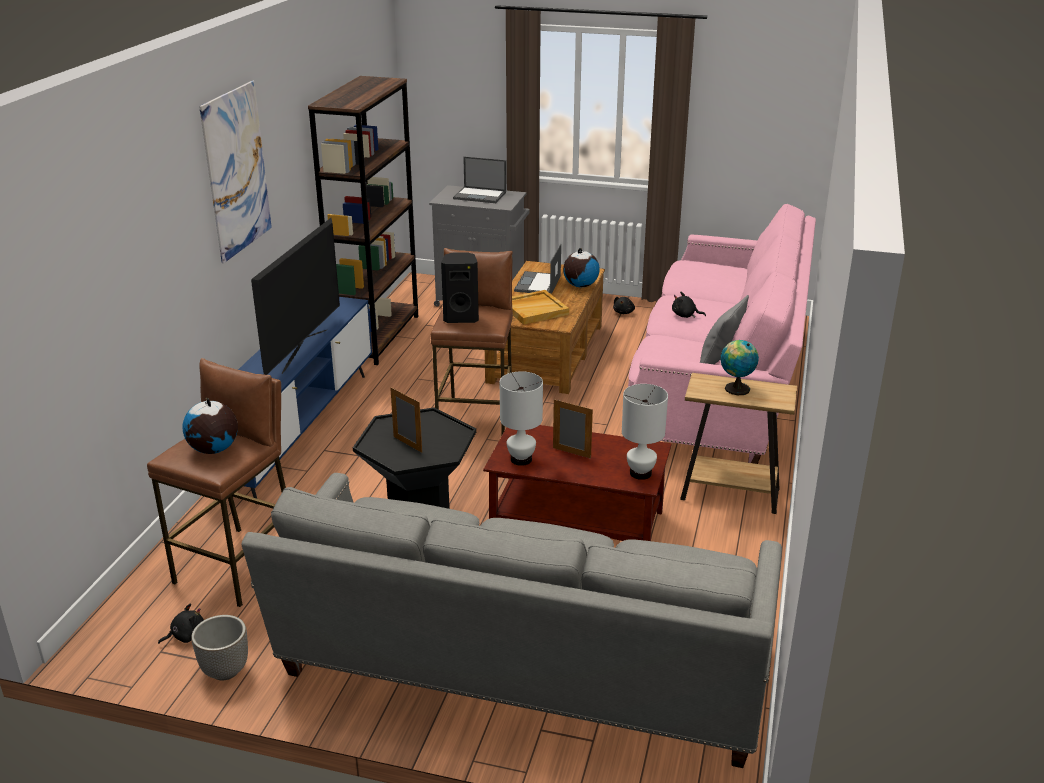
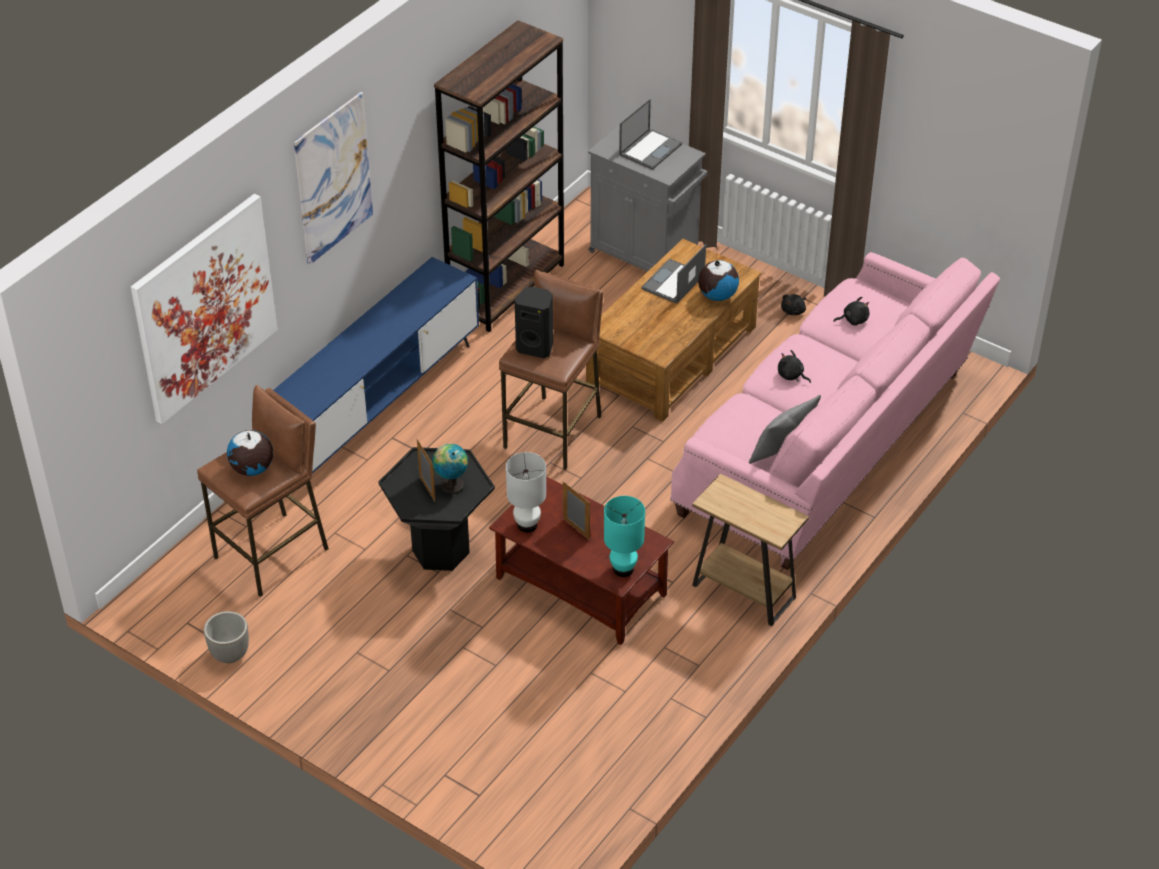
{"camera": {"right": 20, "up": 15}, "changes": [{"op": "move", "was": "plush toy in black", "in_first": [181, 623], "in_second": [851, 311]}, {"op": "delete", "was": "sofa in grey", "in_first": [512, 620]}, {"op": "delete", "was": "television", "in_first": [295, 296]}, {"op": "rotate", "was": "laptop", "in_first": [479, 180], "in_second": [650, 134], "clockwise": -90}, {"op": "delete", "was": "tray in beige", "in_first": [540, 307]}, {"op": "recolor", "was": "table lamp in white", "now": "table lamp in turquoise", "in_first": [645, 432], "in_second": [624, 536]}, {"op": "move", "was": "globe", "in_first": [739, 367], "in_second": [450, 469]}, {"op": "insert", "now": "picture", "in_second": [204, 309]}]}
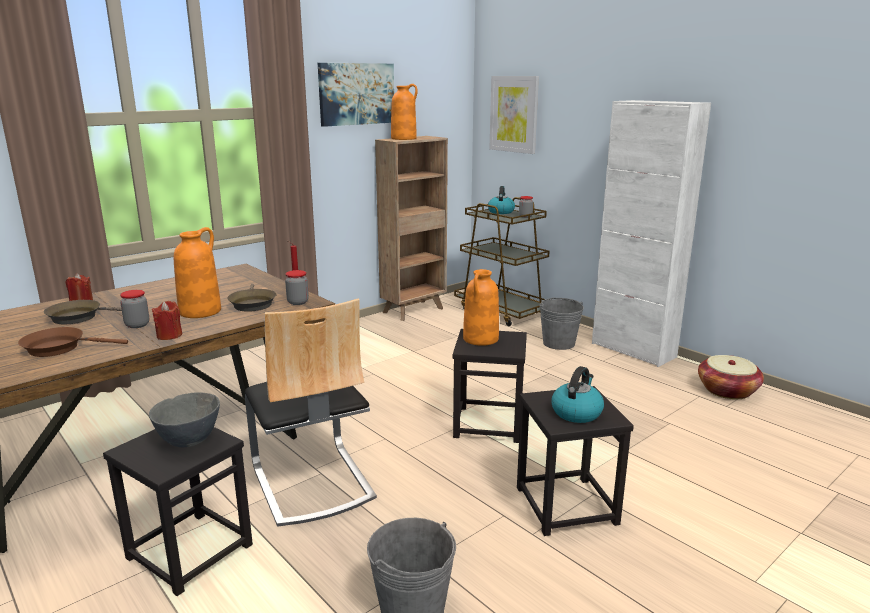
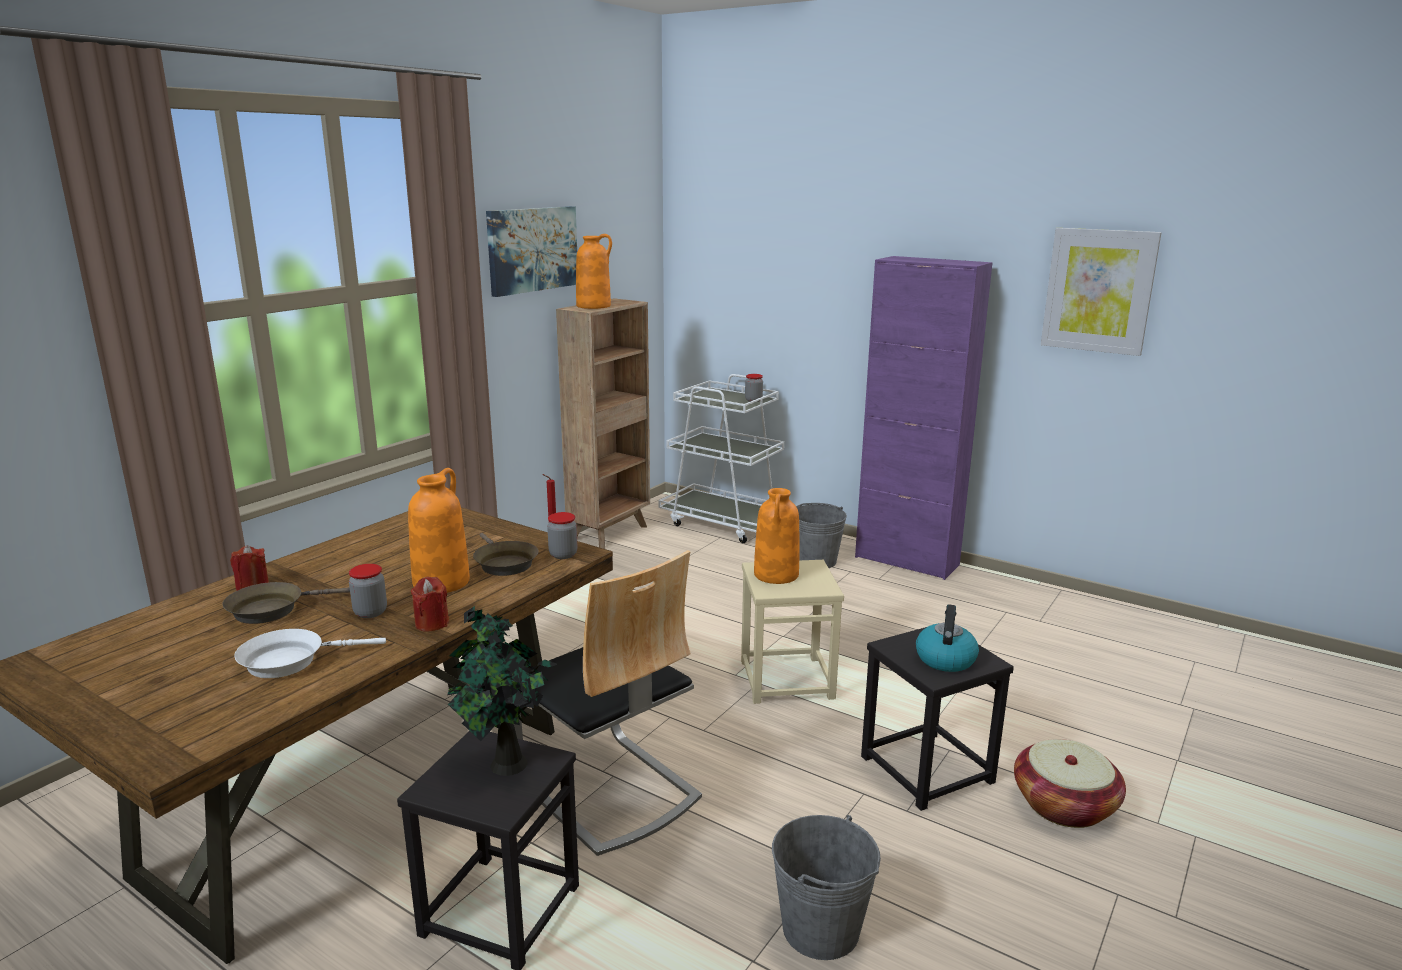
{"camera": {"right": -15, "up": 0}, "changes": [{"op": "recolor", "was": "frying pan in brown", "now": "frying pan in white", "in_first": [73, 342], "in_second": [310, 653]}, {"op": "replace", "was": "bowl in grey", "now": "potted plant", "in_first": [184, 419], "in_second": [502, 691]}, {"op": "recolor", "was": "stool in black", "now": "stool in beige", "in_first": [490, 386], "in_second": [792, 632]}, {"op": "recolor", "was": "cart in brown", "now": "cart in white", "in_first": [501, 261], "in_second": [721, 458]}, {"op": "delete", "was": "kettle", "in_first": [501, 200]}, {"op": "move", "was": "picture", "in_first": [514, 115], "in_second": [1101, 292]}, {"op": "recolor", "was": "cabinet in white", "now": "cabinet in purple", "in_first": [651, 233], "in_second": [924, 418]}, {"op": "move", "was": "basket", "in_first": [731, 377], "in_second": [1070, 783]}]}
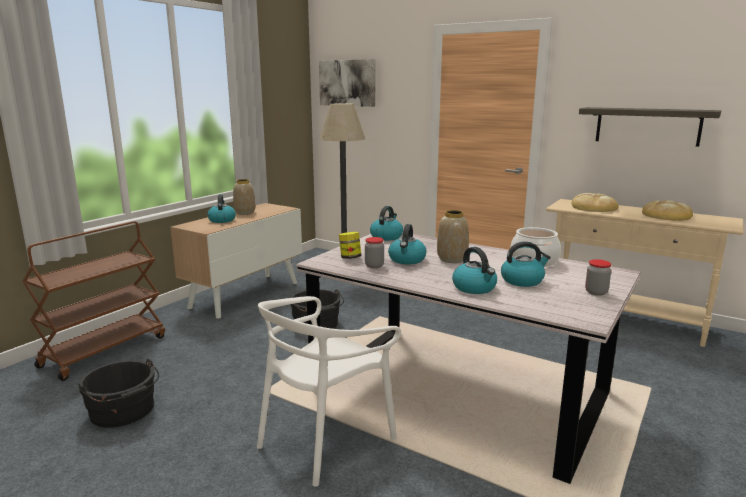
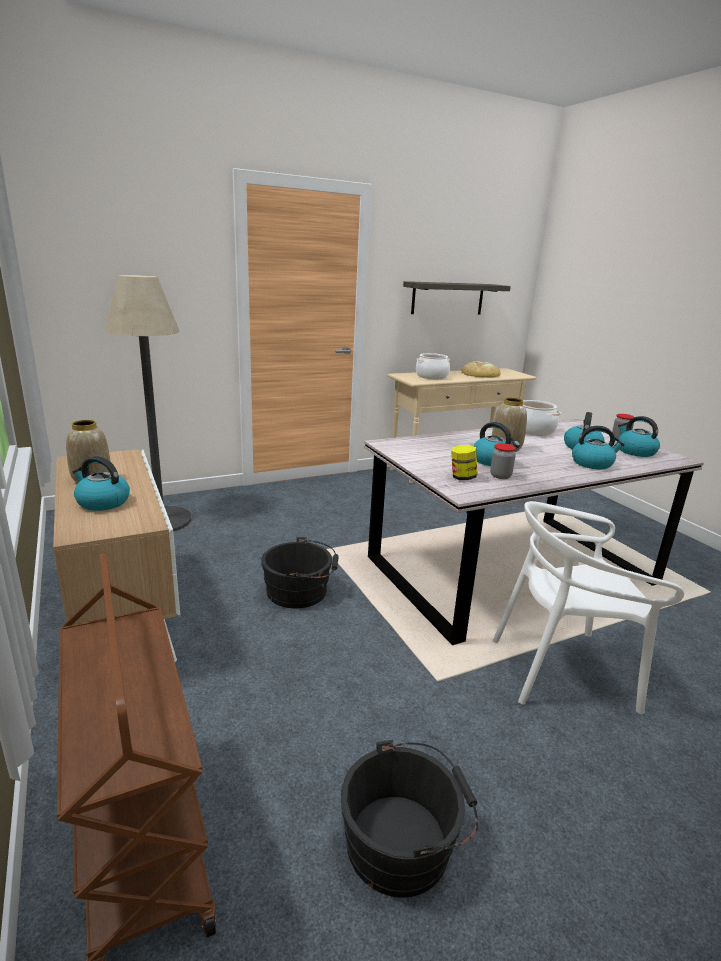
{"camera": {"right": -60, "up": 5}, "changes": [{"op": "rotate", "was": "chair in white", "in_first": [329, 391], "in_second": [588, 607], "clockwise": 105}, {"op": "delete", "was": "picture", "in_first": [347, 83]}, {"op": "move", "was": "kettle", "in_first": [386, 223], "in_second": [639, 436]}, {"op": "replace", "was": "bread", "now": "cooking pot", "in_first": [595, 202], "in_second": [433, 366]}]}
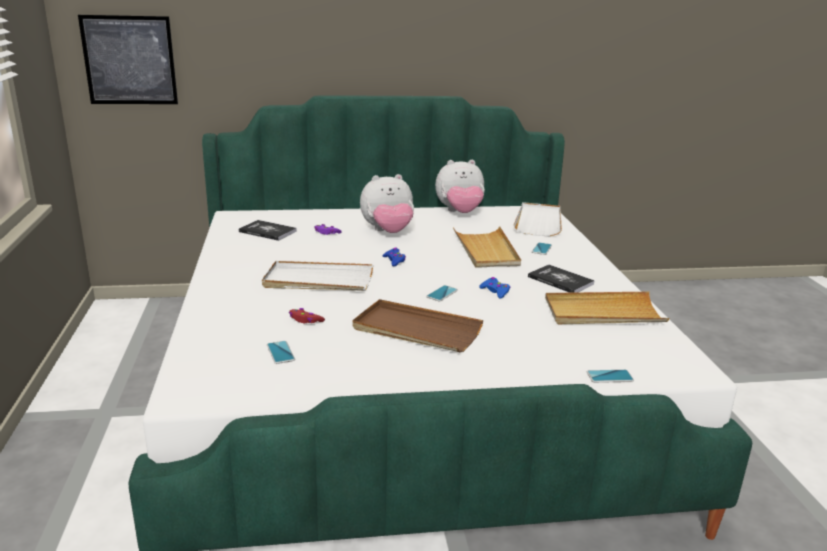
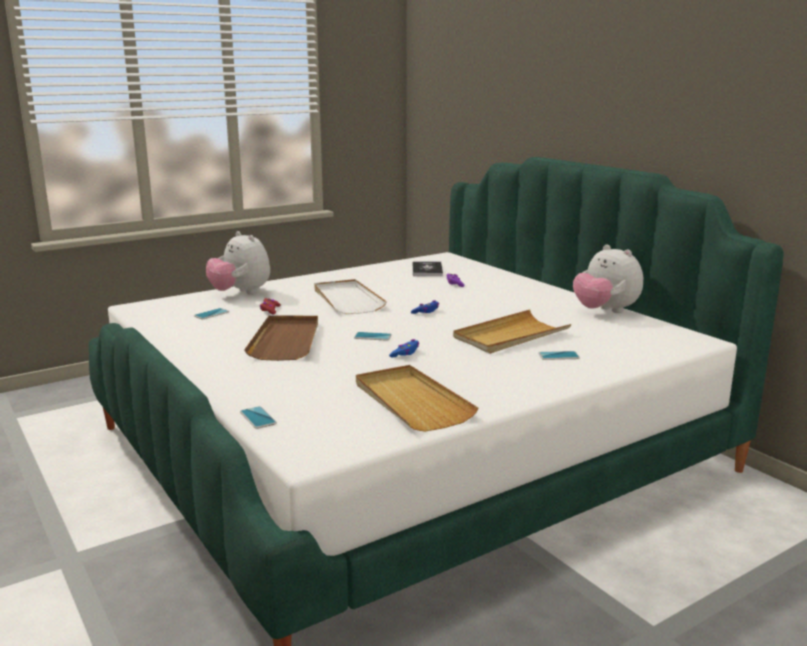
{"camera": {"right": 65, "up": -5}, "changes": [{"op": "delete", "was": "picture", "in_first": [128, 59]}, {"op": "move", "was": "plush toy", "in_first": [387, 203], "in_second": [238, 262]}, {"op": "delete", "was": "tray in white", "in_first": [537, 219]}, {"op": "delete", "was": "book", "in_first": [561, 278]}]}
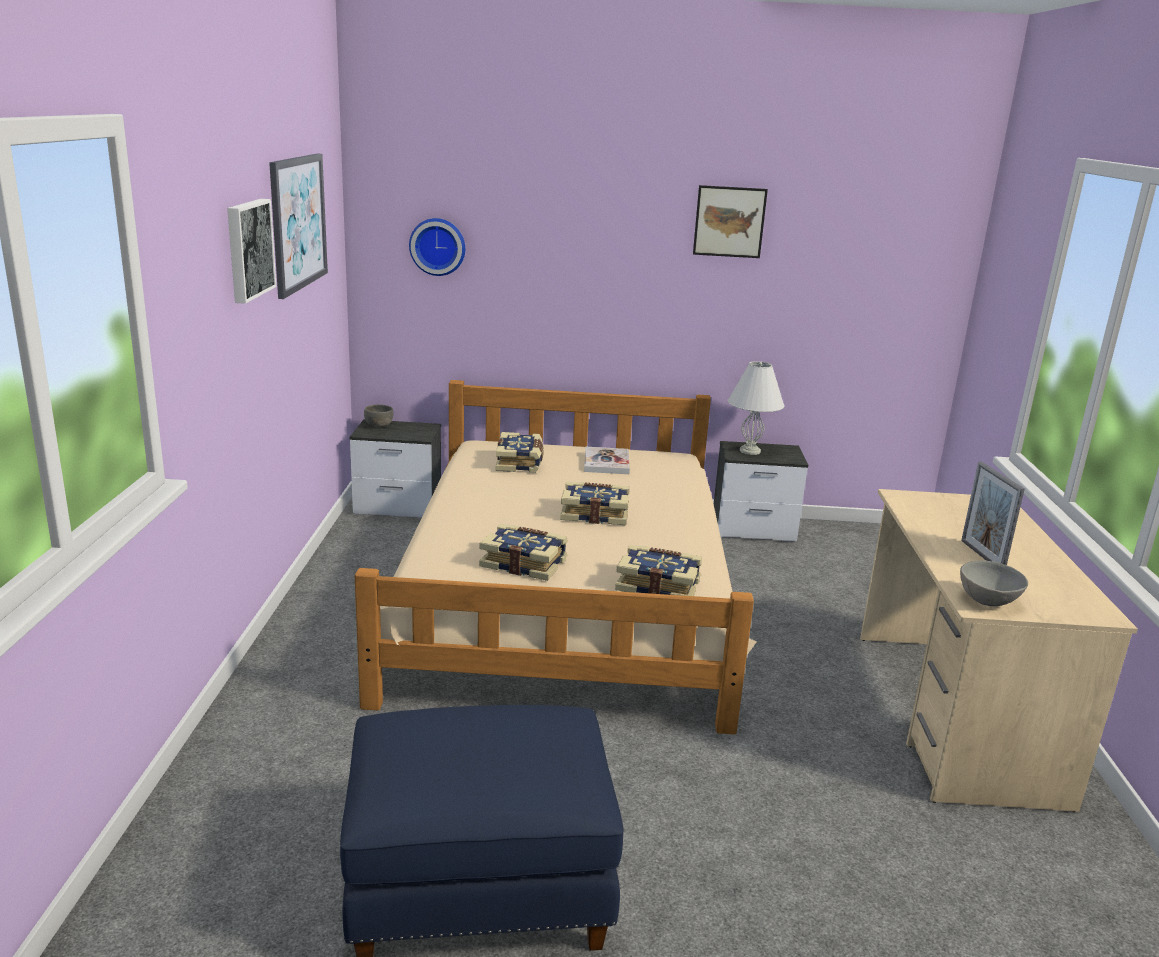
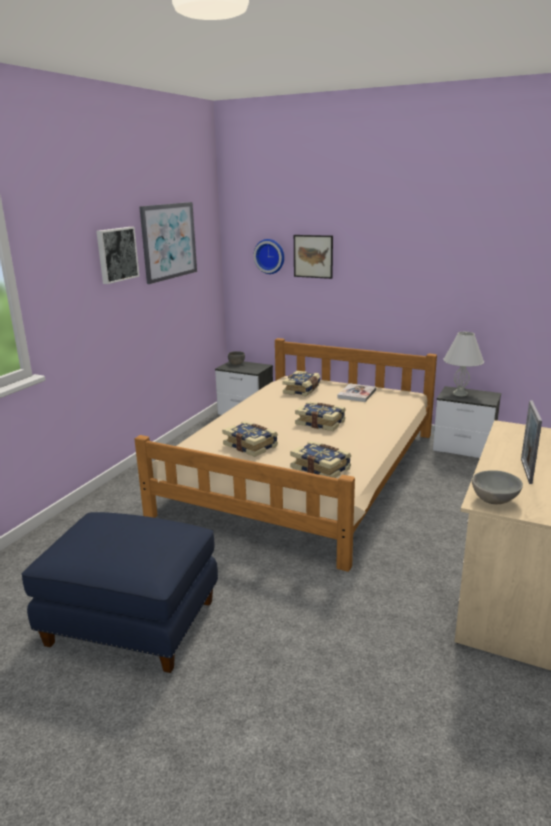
{"camera": {"right": 25, "up": 0}, "changes": [{"op": "move", "was": "picture", "in_first": [730, 221], "in_second": [313, 257]}]}
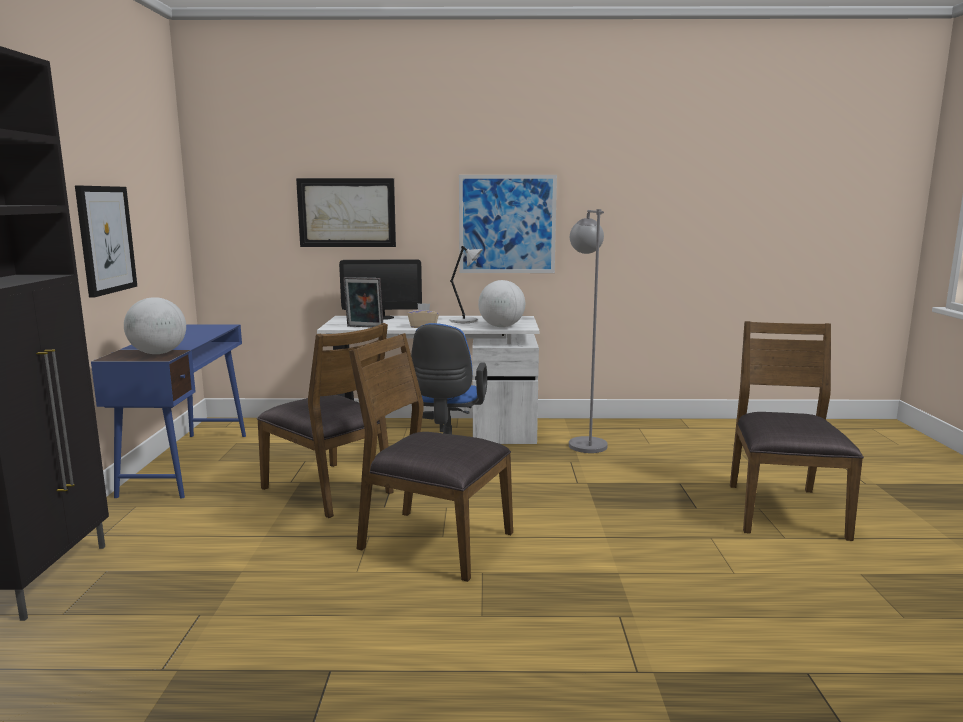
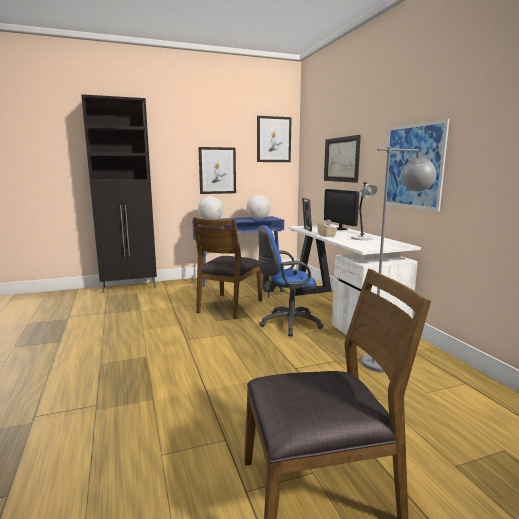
{"camera": {"right": 70, "up": 0}, "changes": [{"op": "delete", "was": "chair in brown", "in_first": [431, 457]}, {"op": "move", "was": "globe", "in_first": [501, 303], "in_second": [258, 207]}, {"op": "insert", "now": "picture", "in_second": [274, 139]}]}
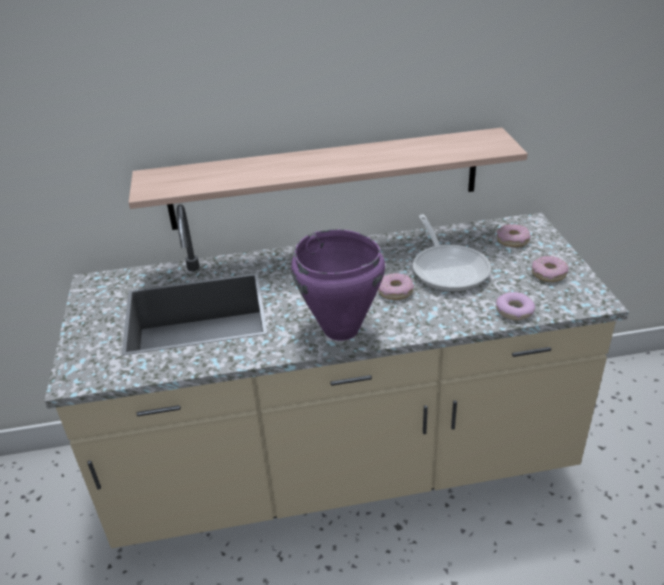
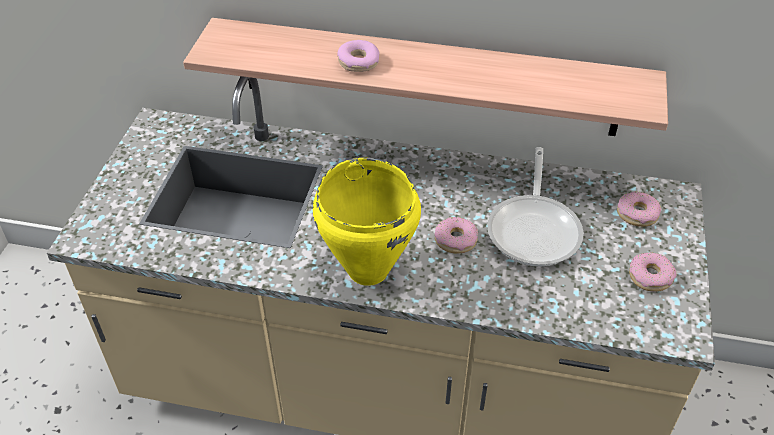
{"camera": {"right": 20, "up": 10}, "changes": [{"op": "recolor", "was": "cooking pot in purple", "now": "cooking pot in yellow", "in_first": [338, 285], "in_second": [367, 222]}, {"op": "move", "was": "donut", "in_first": [515, 306], "in_second": [358, 56]}]}
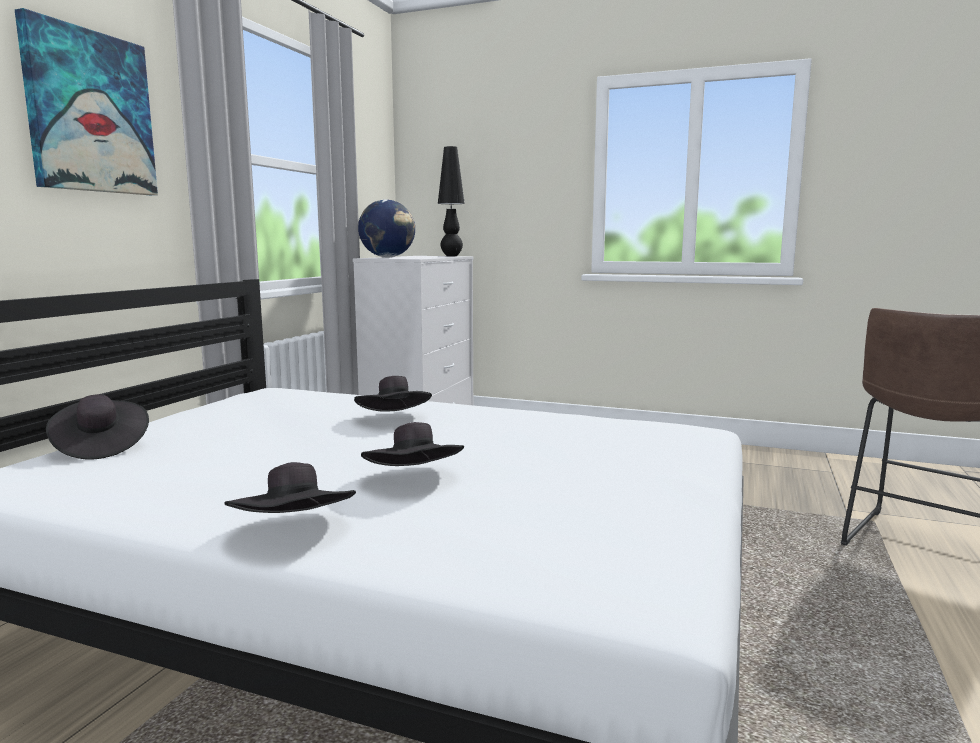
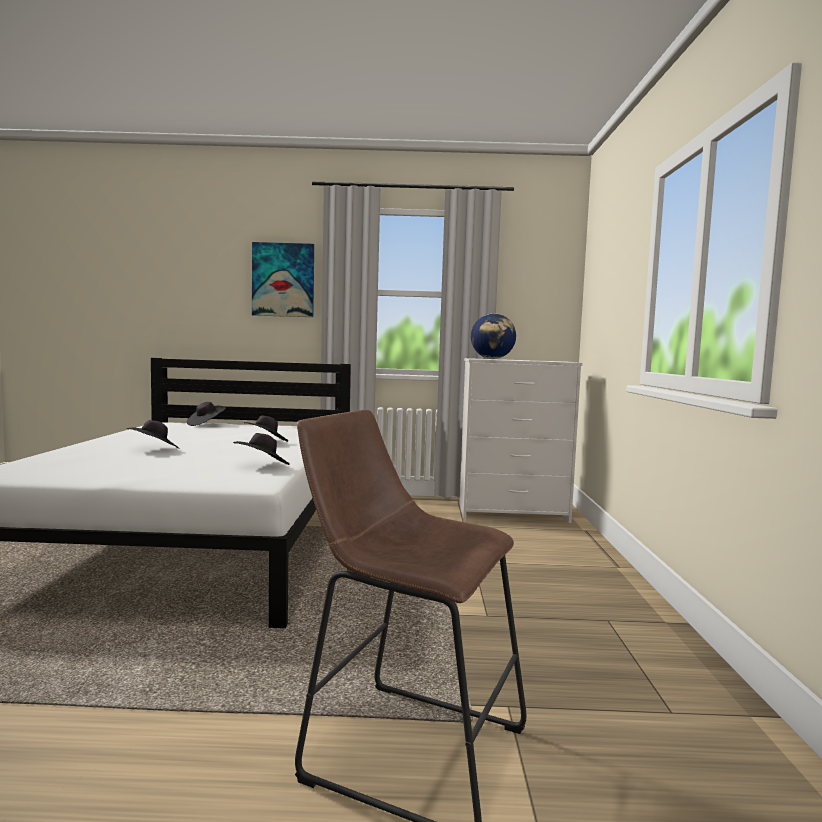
{"camera": {"right": 70, "up": -5}, "changes": [{"op": "move", "was": "hat in black", "in_first": [290, 487], "in_second": [261, 449]}, {"op": "delete", "was": "table lamp in black", "in_first": [451, 201]}]}
